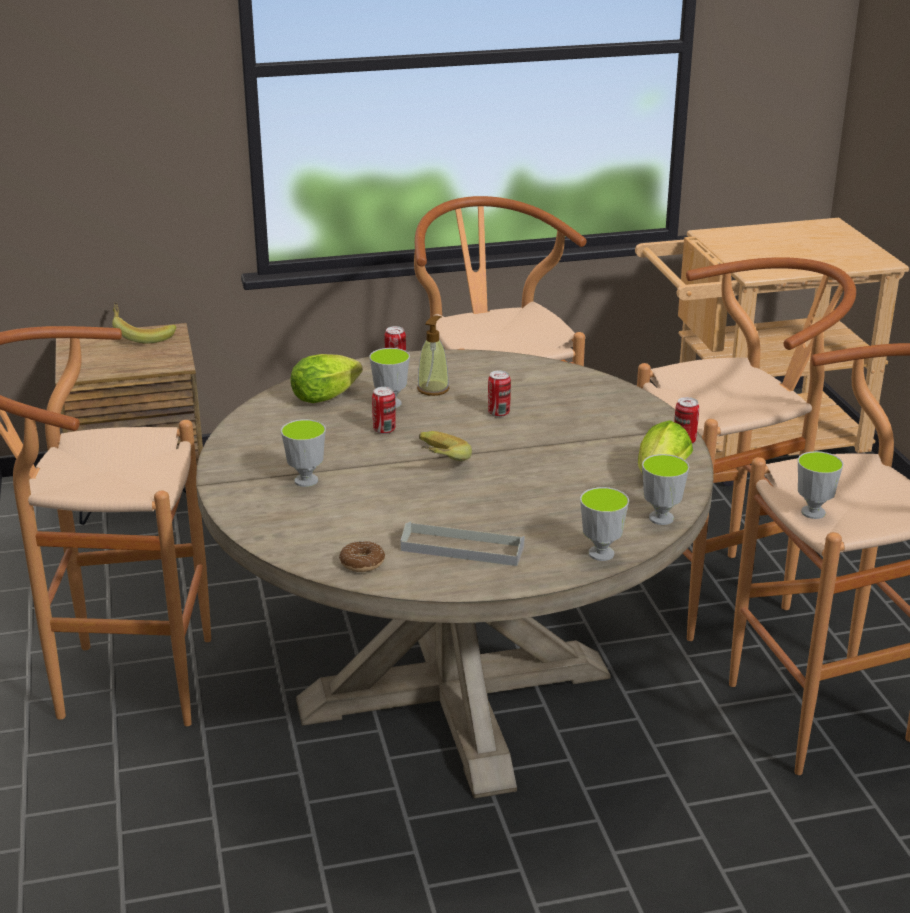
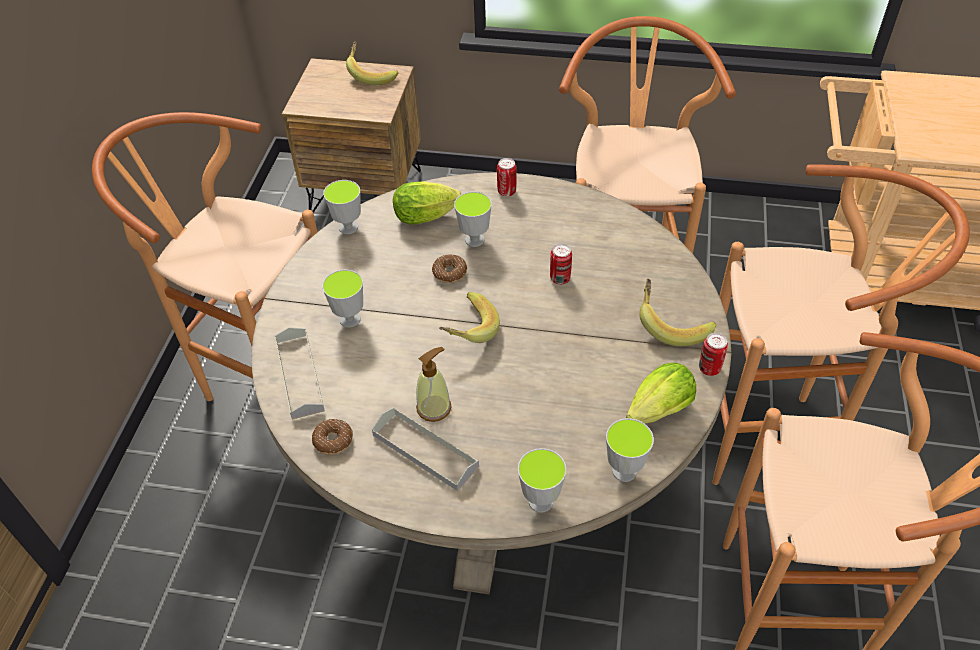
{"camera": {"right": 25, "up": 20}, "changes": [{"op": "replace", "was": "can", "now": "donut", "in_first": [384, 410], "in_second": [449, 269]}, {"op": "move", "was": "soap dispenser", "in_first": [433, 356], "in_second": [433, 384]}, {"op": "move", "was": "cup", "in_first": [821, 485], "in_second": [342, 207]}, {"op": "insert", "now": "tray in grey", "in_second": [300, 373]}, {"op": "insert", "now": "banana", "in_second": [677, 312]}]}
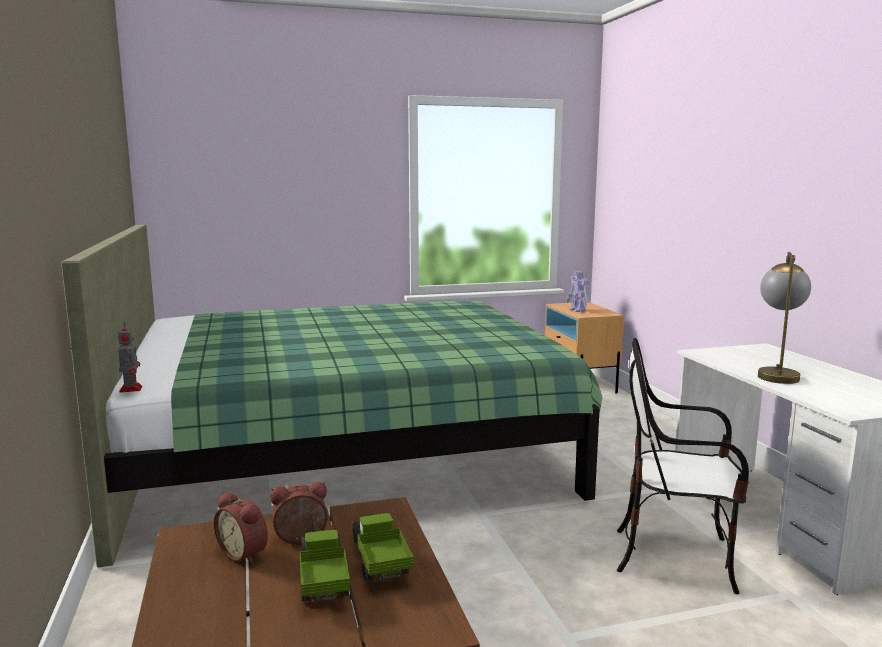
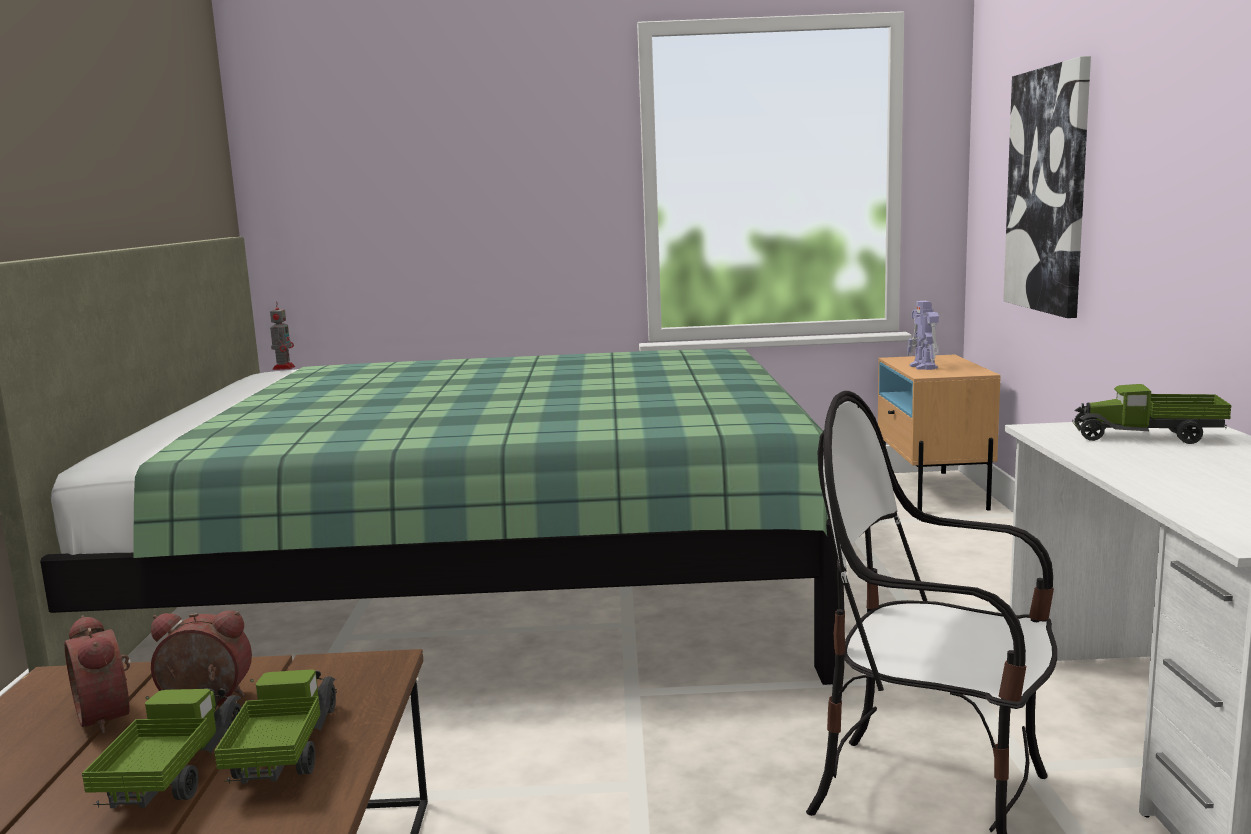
{"camera": {"right": 15, "up": 0}, "changes": [{"op": "move", "was": "toy robot", "in_first": [130, 357], "in_second": [282, 337]}, {"op": "delete", "was": "table lamp", "in_first": [784, 318]}, {"op": "insert", "now": "picture", "in_second": [1047, 187]}, {"op": "insert", "now": "toy truck", "in_second": [1151, 414]}]}
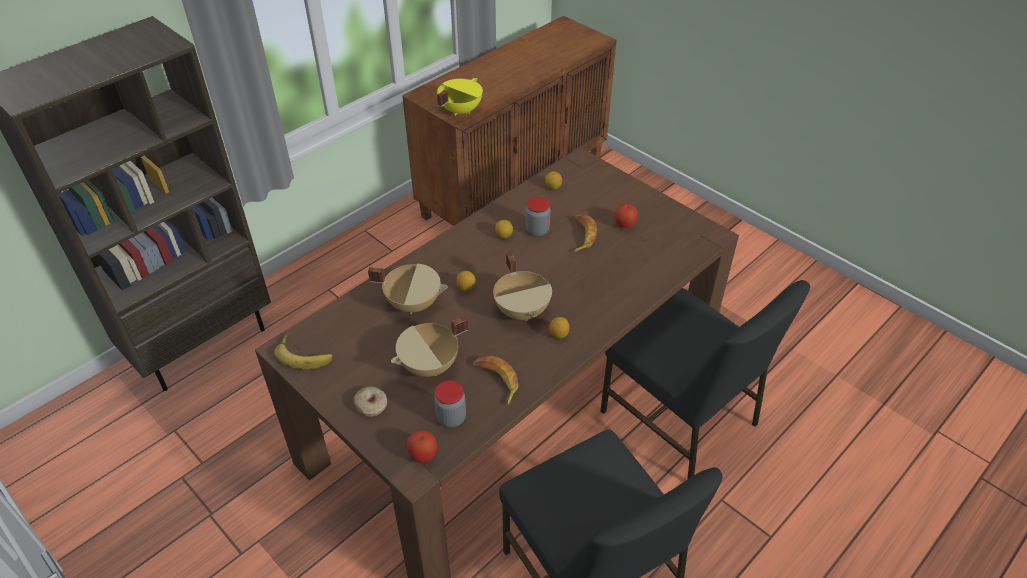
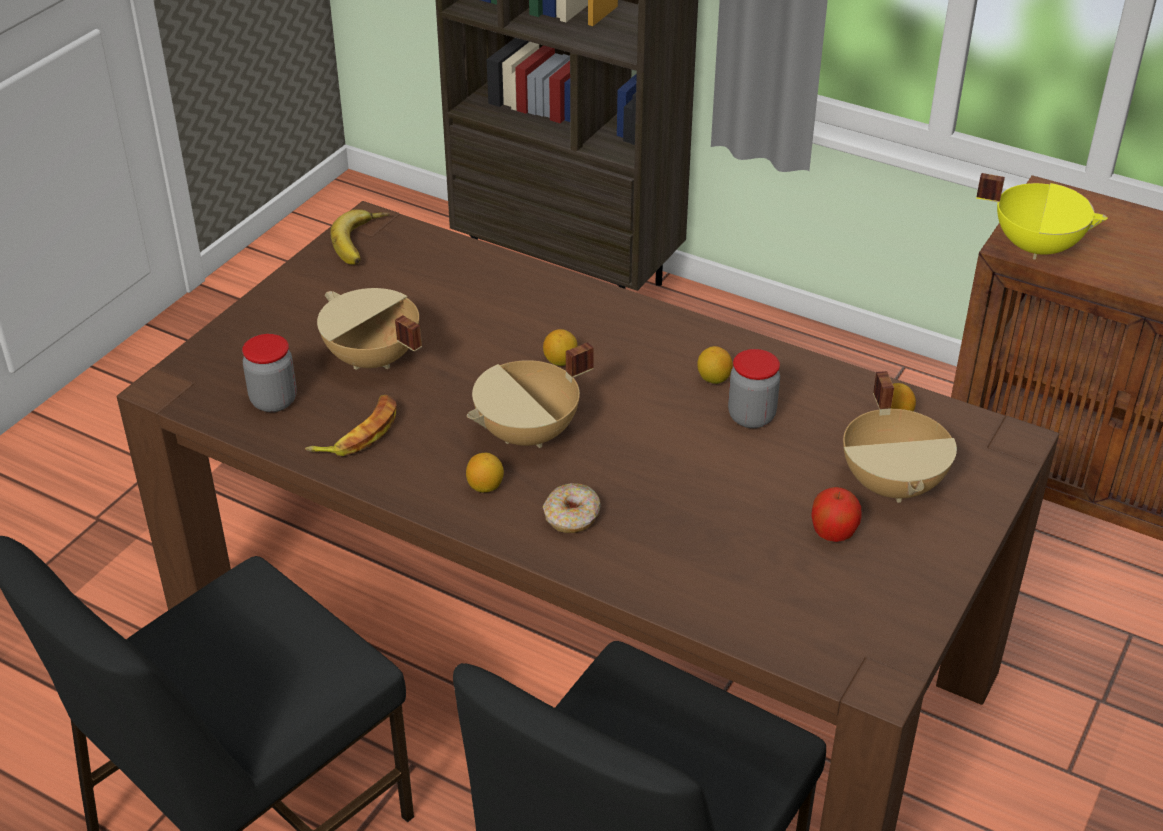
{"camera": {"right": 75, "up": -5}, "changes": [{"op": "move", "was": "donut", "in_first": [370, 402], "in_second": [572, 508]}, {"op": "move", "was": "cooking pot in beige", "in_first": [408, 288], "in_second": [900, 437]}, {"op": "delete", "was": "apple", "in_first": [422, 446]}, {"op": "delete", "was": "banana", "in_first": [585, 233]}]}
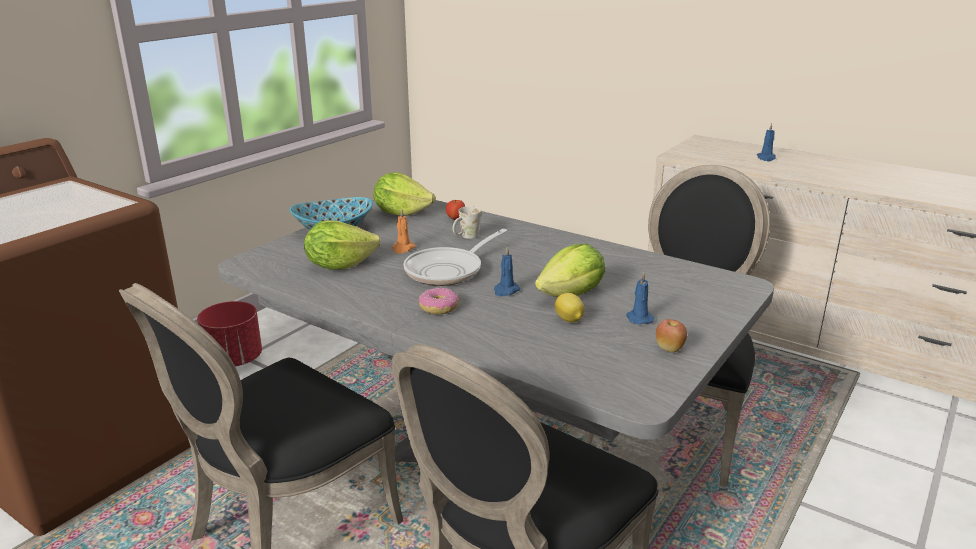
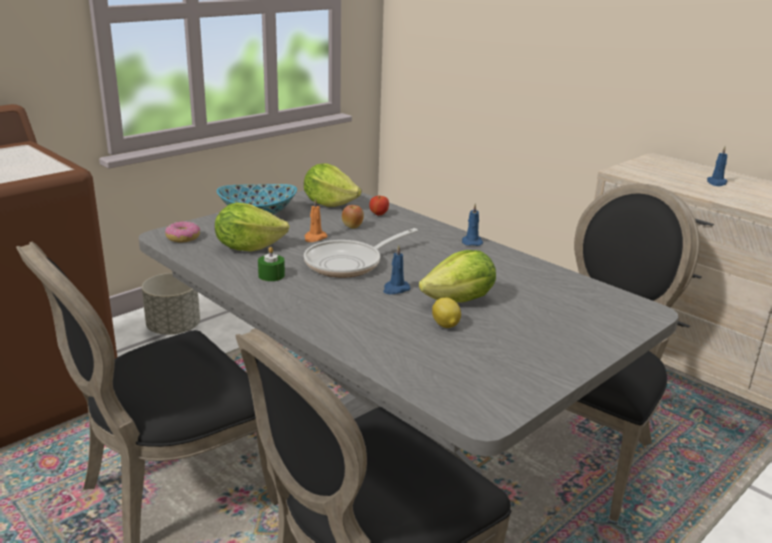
{"camera": {"right": 10, "up": 0}, "changes": [{"op": "recolor", "was": "planter in red", "now": "planter in grey", "in_first": [229, 334], "in_second": [171, 304]}, {"op": "move", "was": "donut", "in_first": [439, 300], "in_second": [182, 231]}, {"op": "delete", "was": "mug in white", "in_first": [467, 222]}, {"op": "move", "was": "candle in blue", "in_first": [640, 298], "in_second": [472, 224]}, {"op": "move", "was": "apple", "in_first": [671, 336], "in_second": [353, 217]}, {"op": "insert", "now": "candle in green", "in_second": [271, 264]}]}
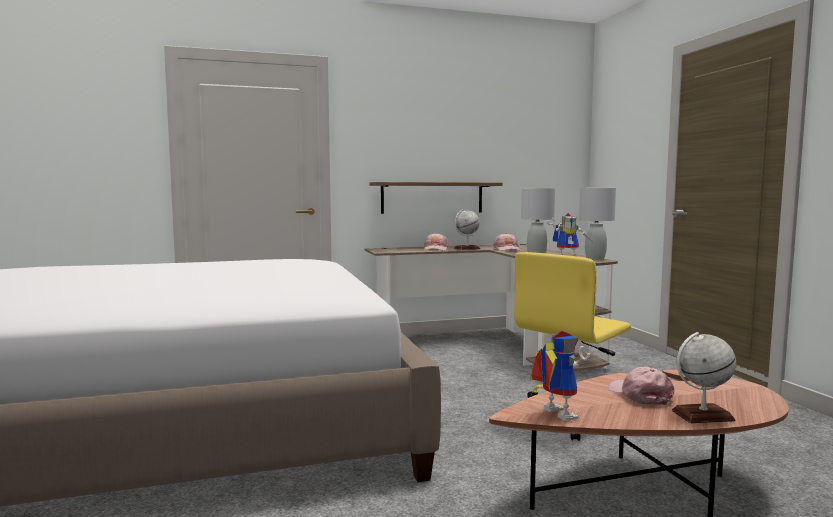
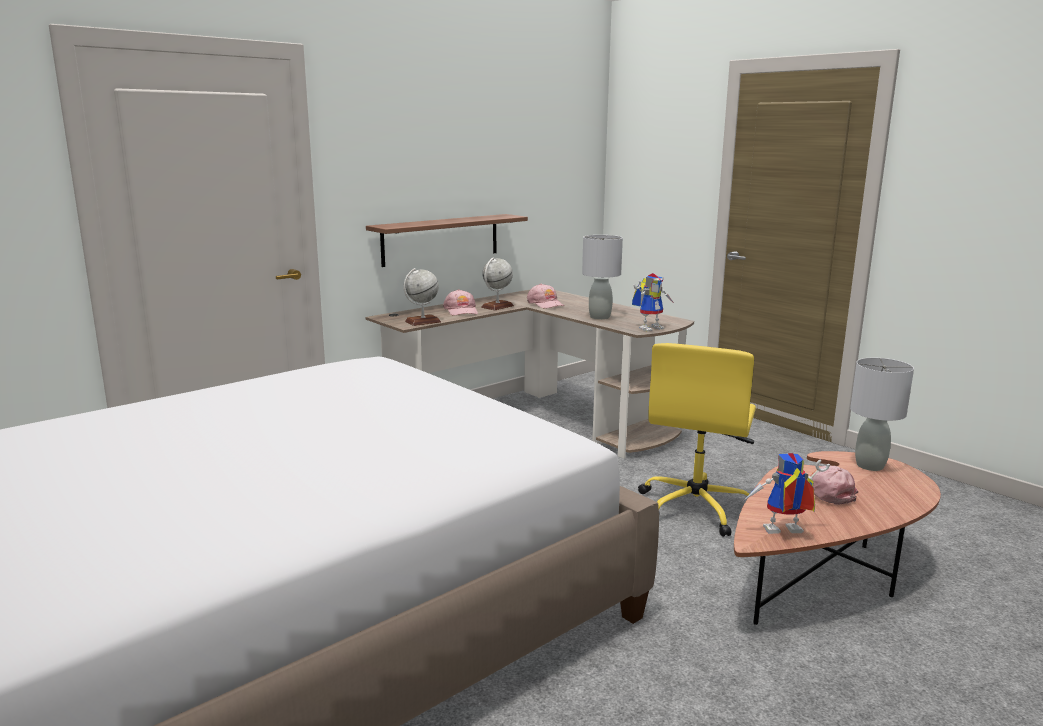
{"camera": {"right": -25, "up": 10}, "changes": [{"op": "rotate", "was": "toy robot", "in_first": [560, 376], "in_second": [786, 493], "clockwise": -45}, {"op": "move", "was": "table lamp in grey", "in_first": [597, 224], "in_second": [882, 414]}, {"op": "move", "was": "globe", "in_first": [704, 377], "in_second": [422, 297]}]}
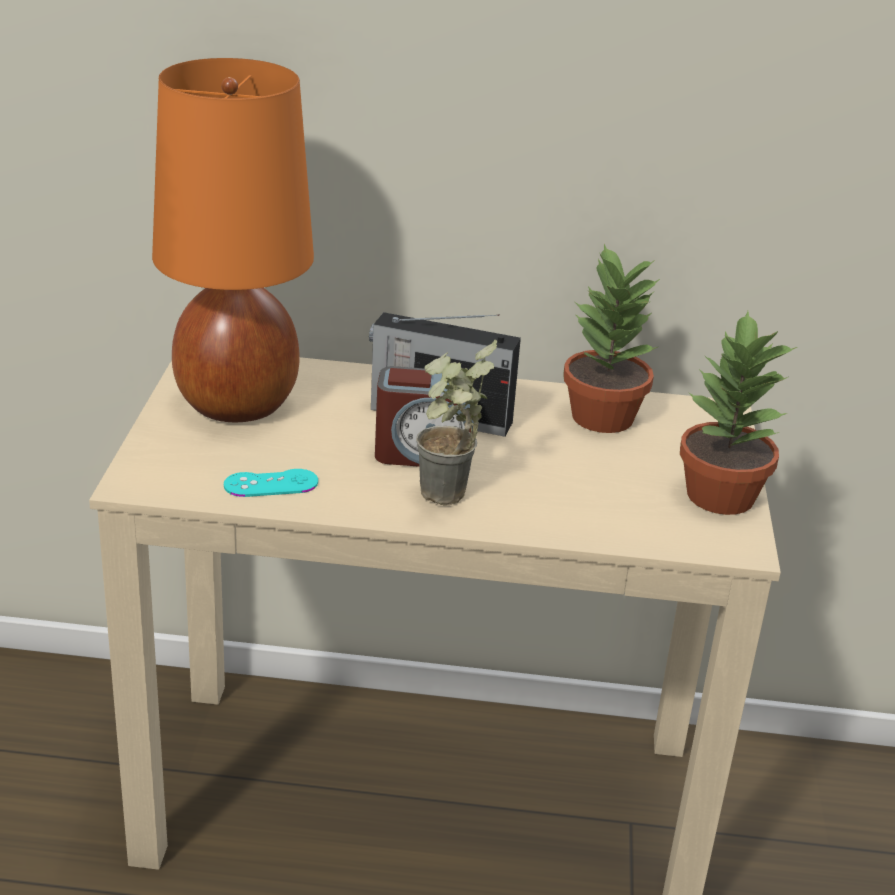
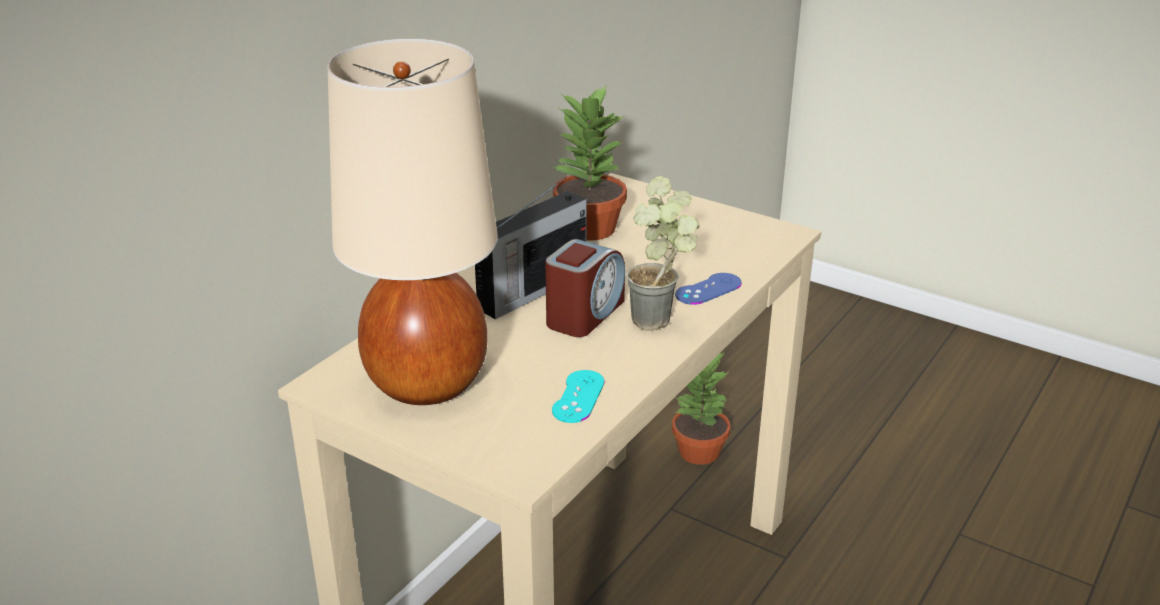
{"camera": {"right": -60, "up": 0}, "changes": [{"op": "recolor", "was": "table lamp in orange", "now": "table lamp in beige", "in_first": [233, 240], "in_second": [412, 221]}, {"op": "move", "was": "potted plant", "in_first": [738, 413], "in_second": [701, 408]}, {"op": "insert", "now": "game controller in blue", "in_second": [708, 289]}]}
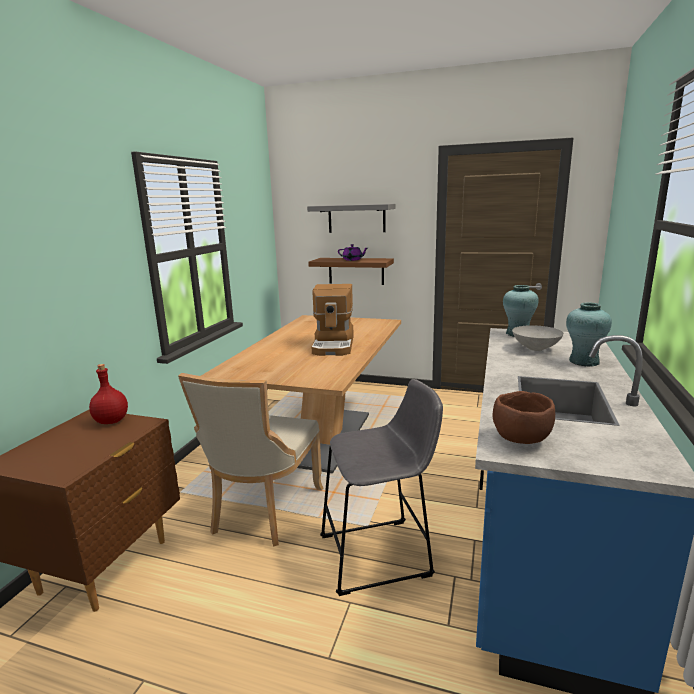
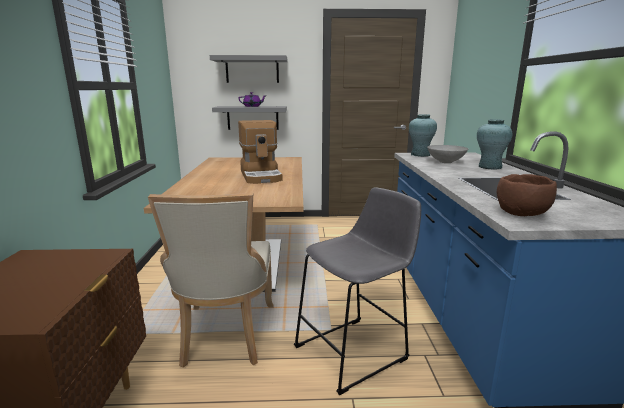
{"camera": {"right": -20, "up": 0}, "changes": [{"op": "delete", "was": "bottle in red", "in_first": [108, 394]}, {"op": "recolor", "was": "shelf in brown", "now": "shelf in grey", "in_first": [351, 271], "in_second": [249, 118]}]}
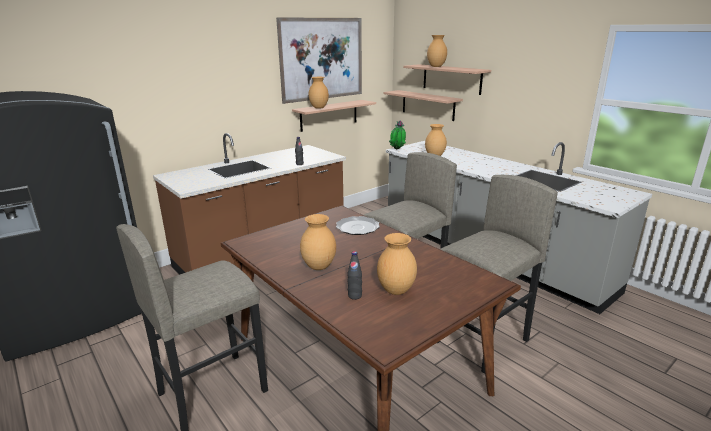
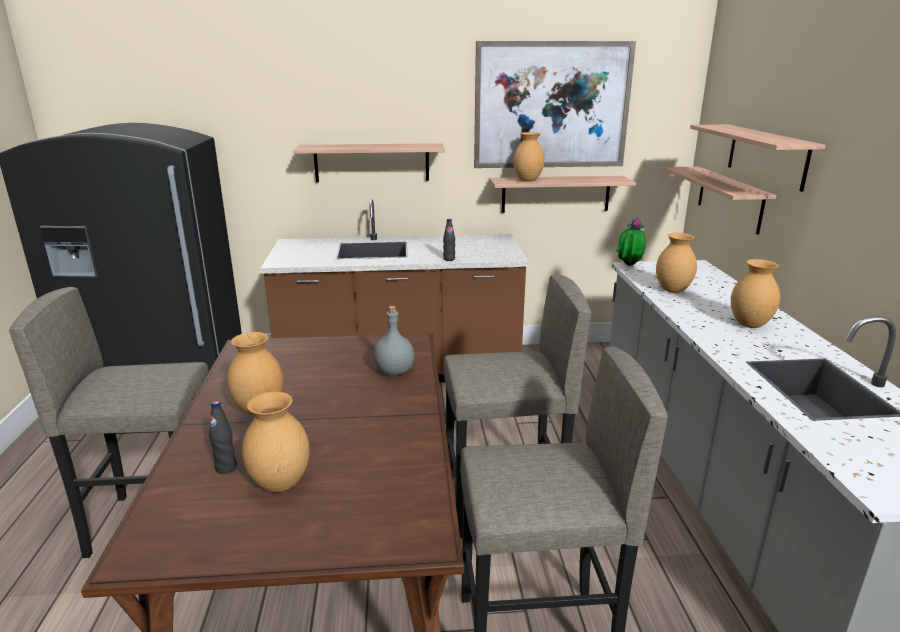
{"camera": {"right": 35, "up": 0}, "changes": [{"op": "replace", "was": "plate", "now": "bottle in grey", "in_first": [358, 225], "in_second": [394, 341]}, {"op": "move", "was": "vase in brown", "in_first": [437, 51], "in_second": [755, 293]}, {"op": "insert", "now": "shelf", "in_second": [369, 162]}]}
